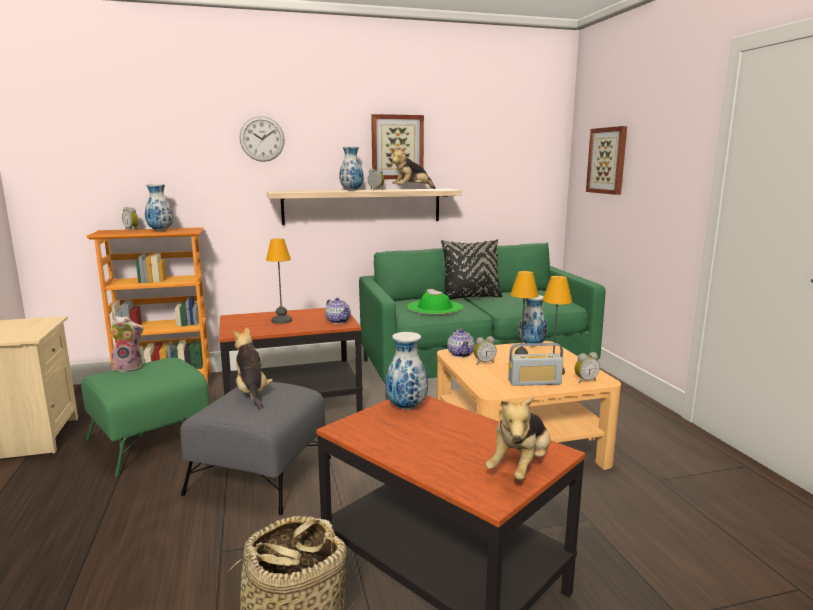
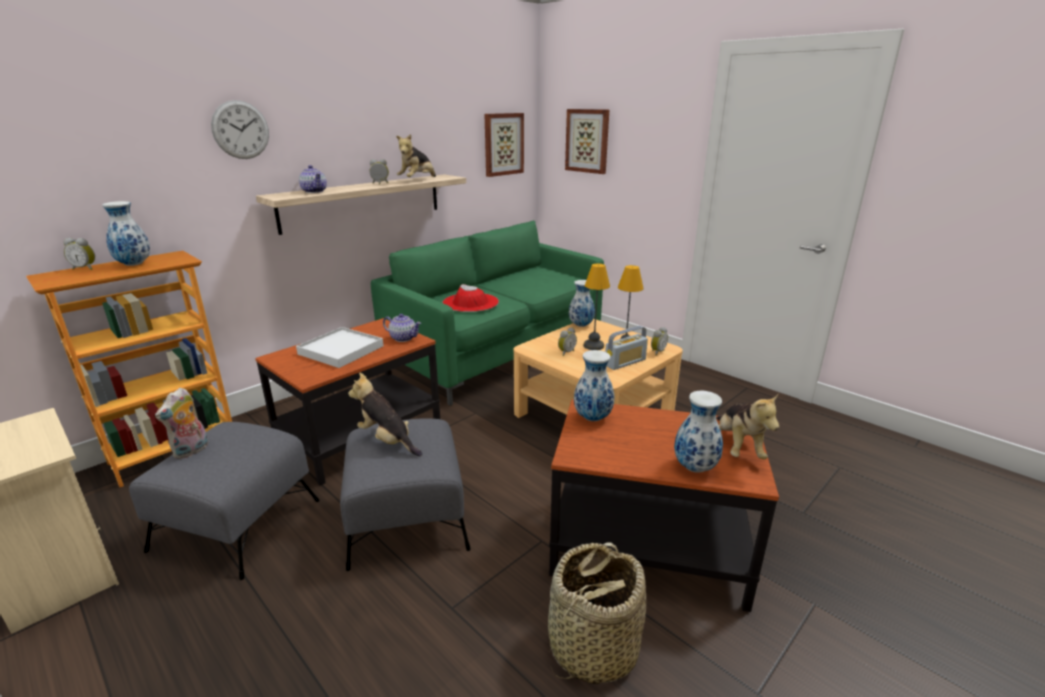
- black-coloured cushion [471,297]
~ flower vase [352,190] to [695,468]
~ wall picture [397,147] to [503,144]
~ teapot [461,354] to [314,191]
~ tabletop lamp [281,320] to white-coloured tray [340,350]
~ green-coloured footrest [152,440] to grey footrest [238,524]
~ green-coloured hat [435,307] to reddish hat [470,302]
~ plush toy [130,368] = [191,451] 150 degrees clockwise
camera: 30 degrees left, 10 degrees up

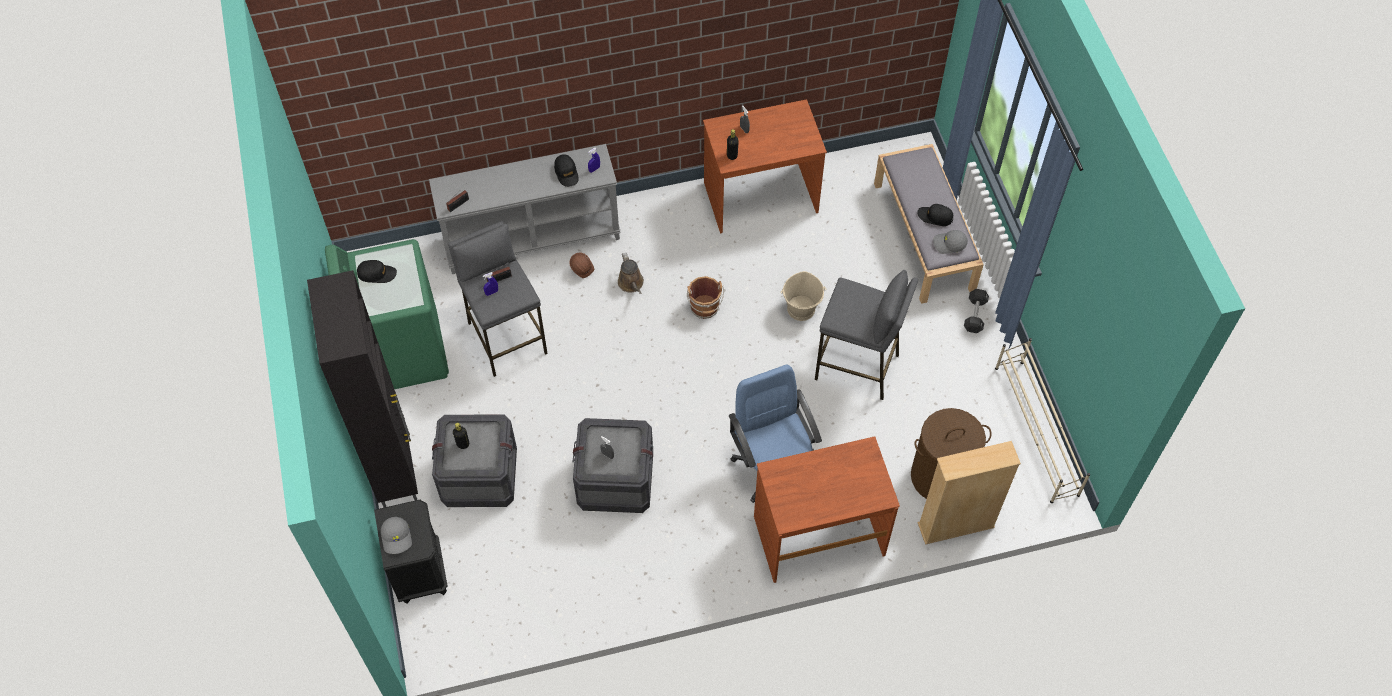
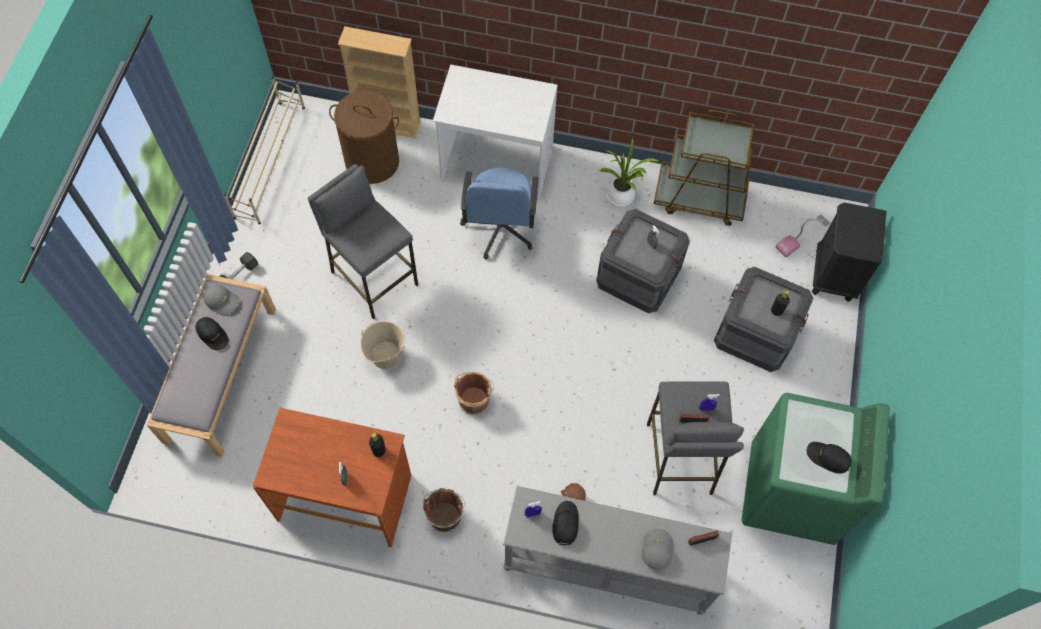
- black-coloured cupboard [395,468]
- brown sprinkling can [631,284]
+ brown pail [445,515]
+ plant in a pot [622,197]
+ brown trolley [700,198]
+ vacuum cleaner [802,236]
~ grey peaked cap [397,537] to [656,550]
~ brown desk unit [819,534] to white-coloured desk unit [496,163]
camera: 155 degrees left, 5 degrees up

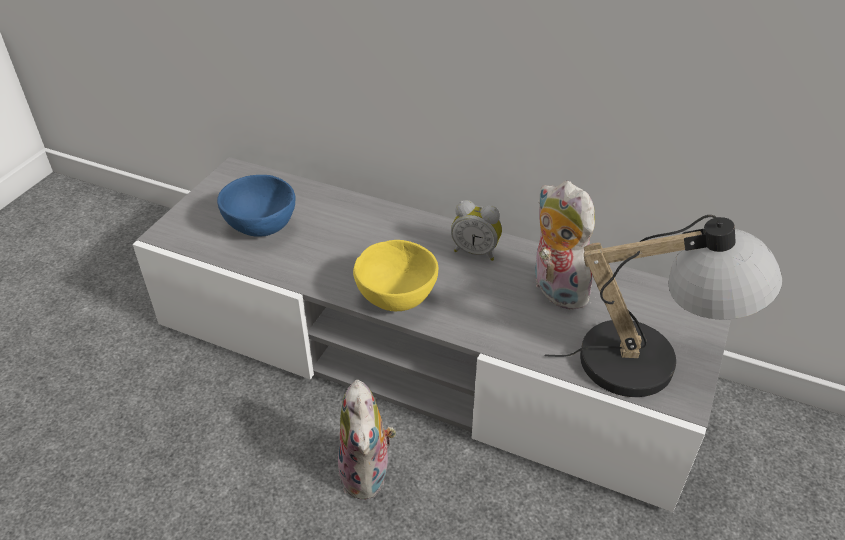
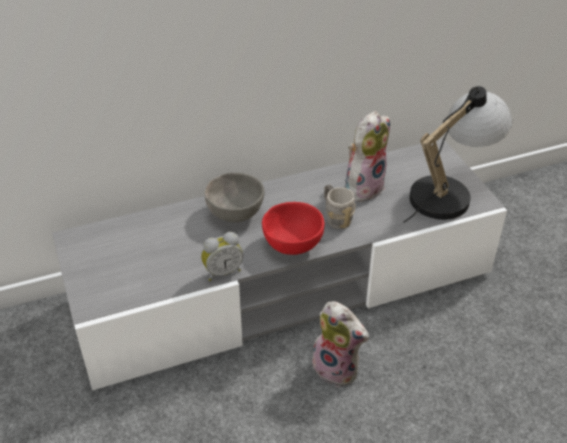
- blue bowl [261,227]
+ grey bowl [235,213]
+ grey mug [336,217]
~ bedside clock [476,251] to [222,271]
~ yellow-coloured bowl [396,297] to reddish bowl [292,244]
~ plush toy [555,289] = [363,186] 120 degrees clockwise
camera: 45 degrees left, 0 degrees up

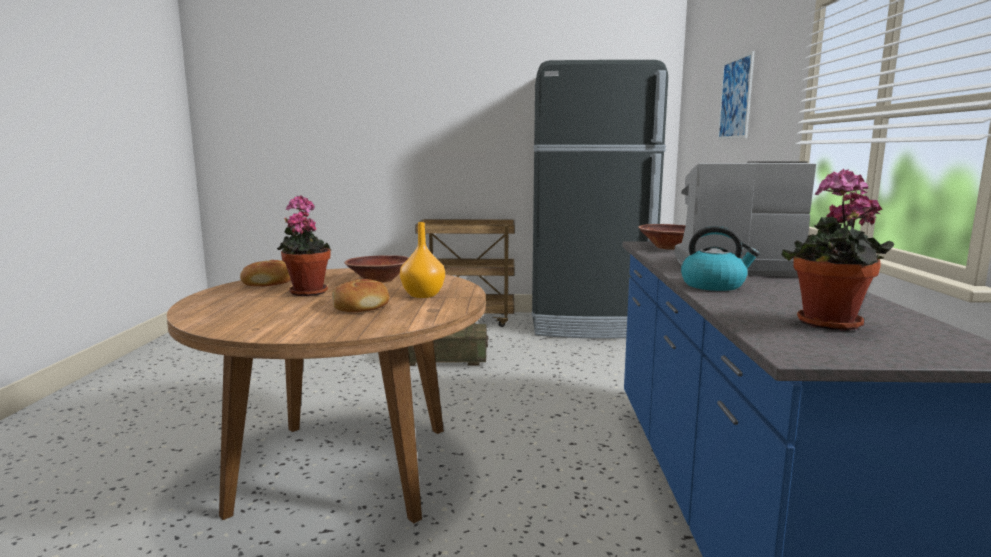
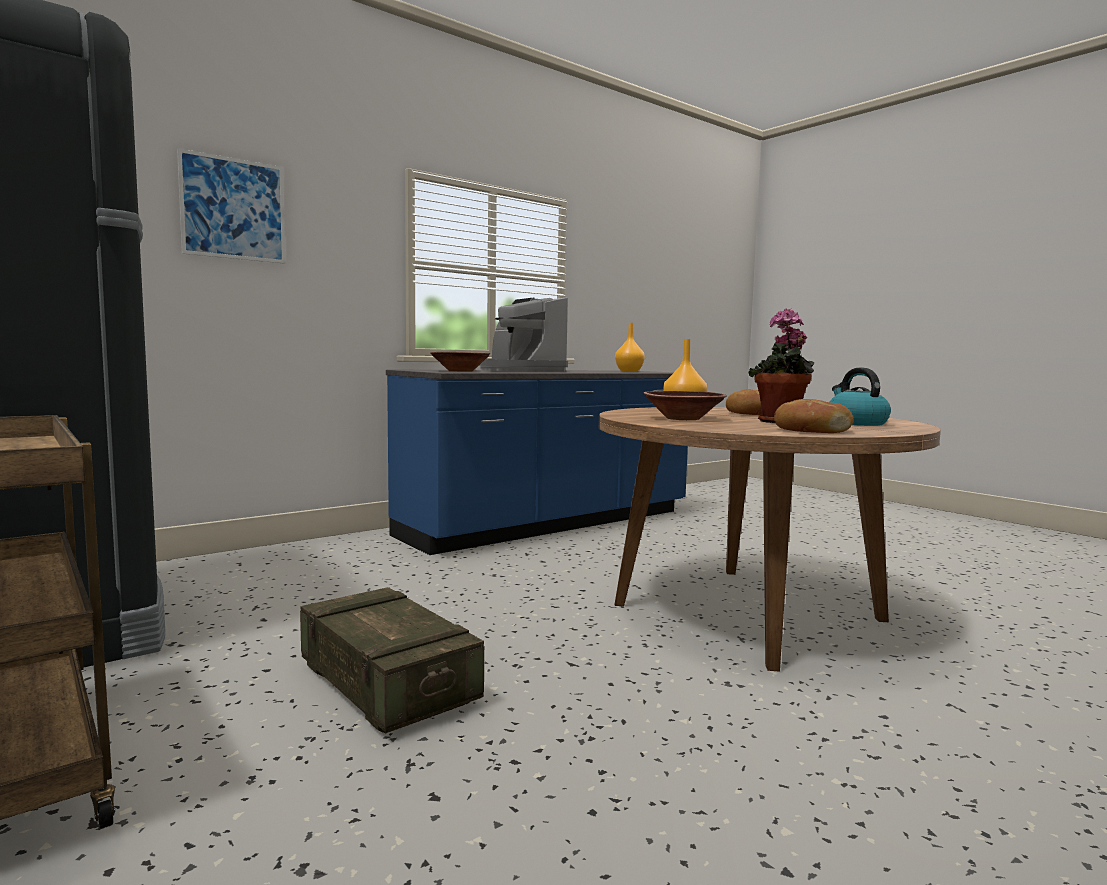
~ kettle [714,285] to [856,423]
~ plant in a pot [828,324] to orange flower vase [629,371]
camera: 130 degrees left, 5 degrees down

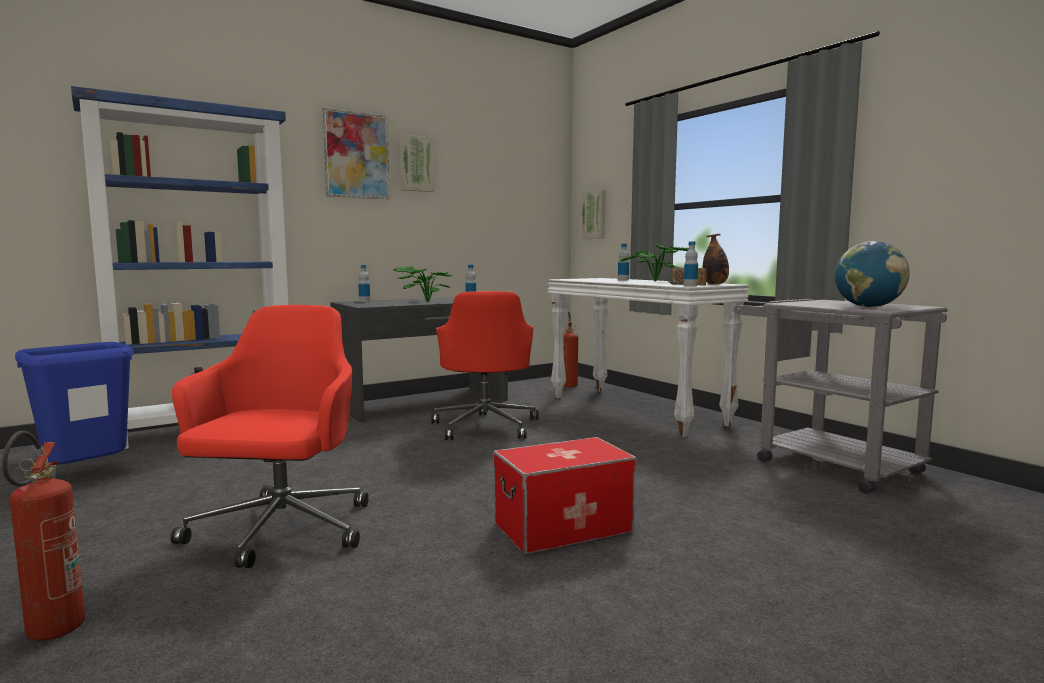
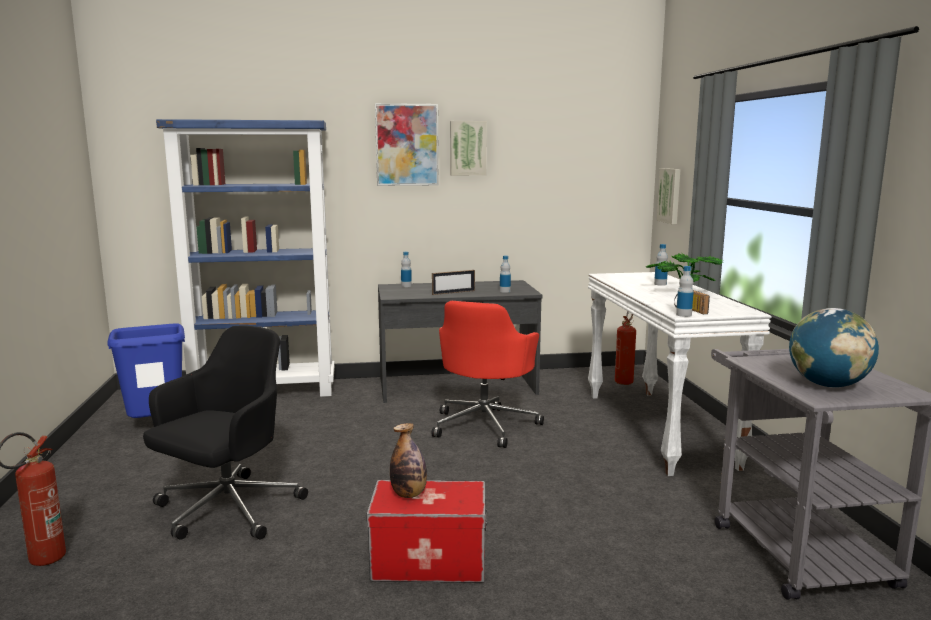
~ drink bottle [715,284] to [409,494]
~ plant in a pot [423,302] to photo frame [453,292]
~ reddish office chair [280,531] to black-coloured office chair [226,510]
camera: 25 degrees right, 5 degrees up

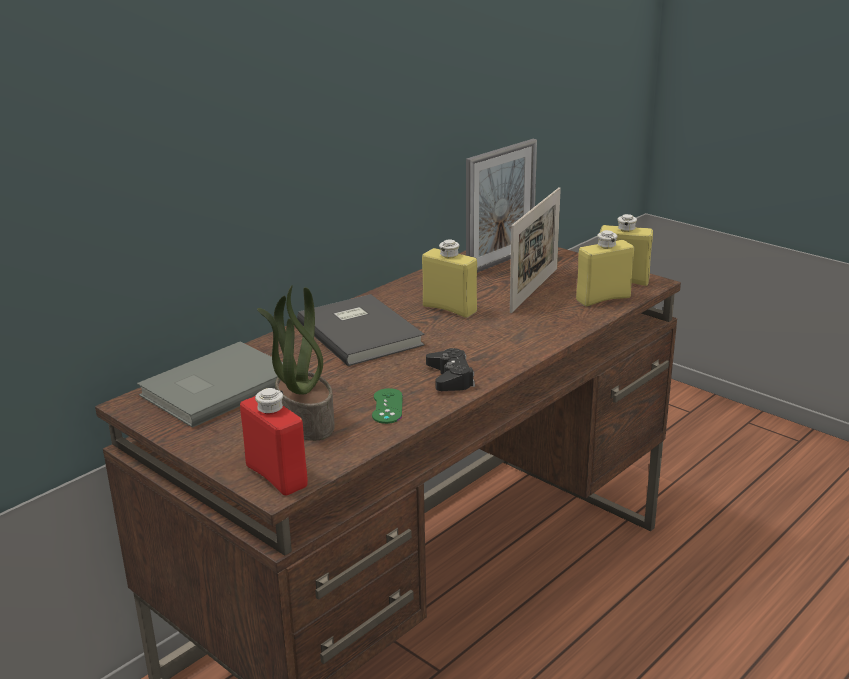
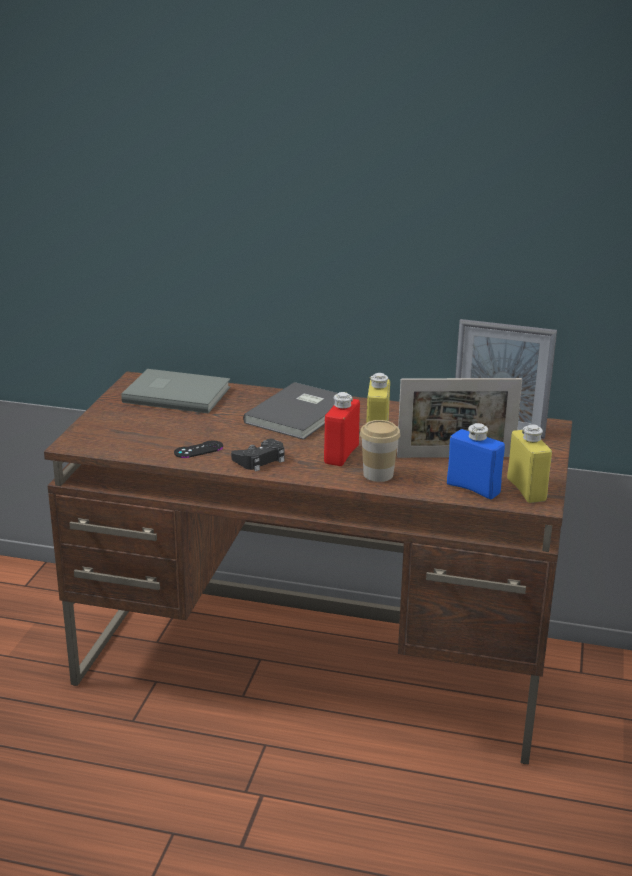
- plant in a pot [304,421]
+ drinking cup [378,474]
~ reddish drink bottle [276,476] to [341,454]
~ green-coloured gamepad [387,406] to black-coloured gamepad [198,450]
~ yellow-coloured drink bottle [603,299] to blue drink bottle [473,488]
camera: 60 degrees right, 0 degrees up

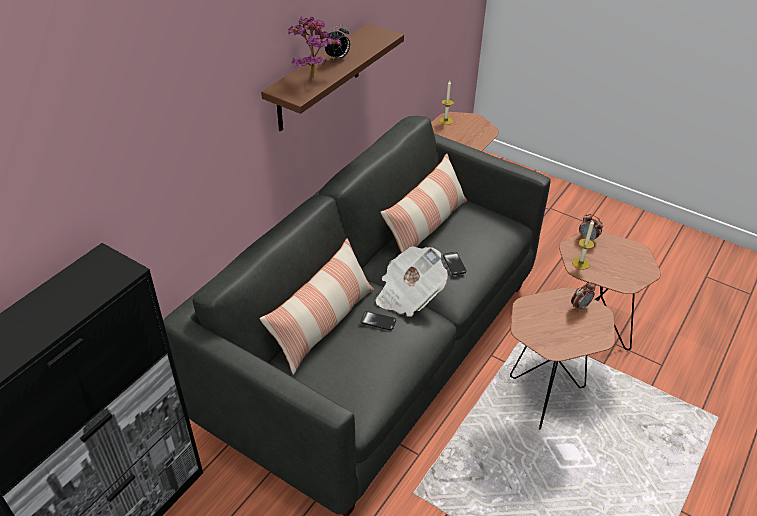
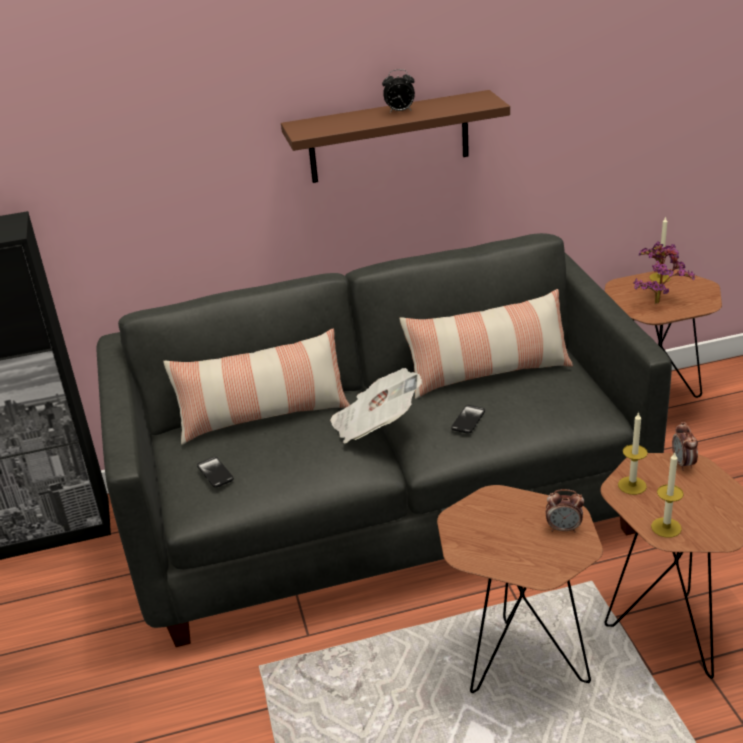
+ wax candle [666,527]
~ plant in a pot [312,74] to [658,301]
~ telephone [378,321] to [215,473]
camera: 45 degrees right, 10 degrees down

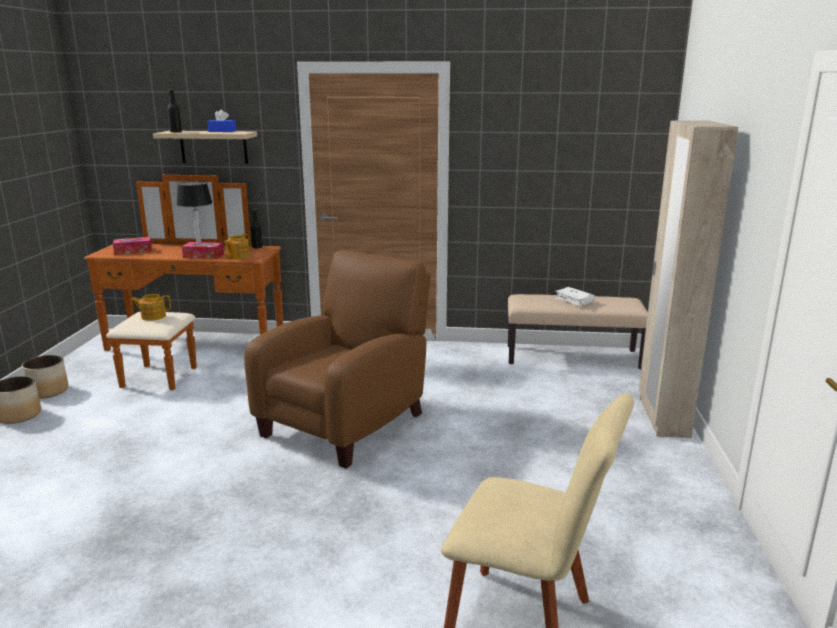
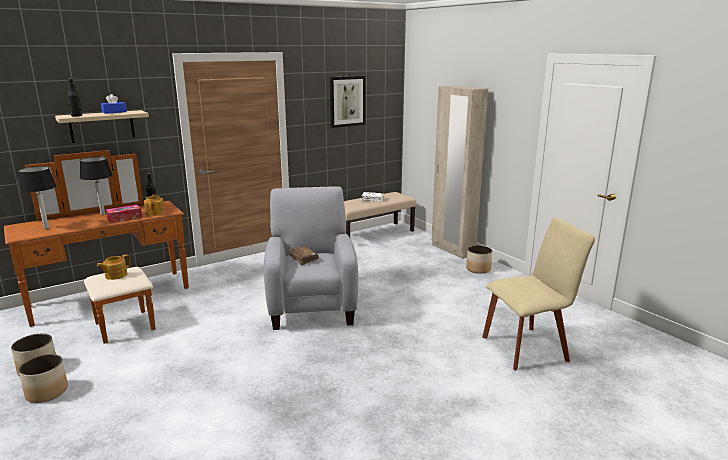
+ brown bound book [303,258]
+ wall picture [347,101]
+ plant pot [478,269]
~ tissue holder [133,251] to tabletop lamp [46,228]
~ brown armchair [347,422] to grey armchair [312,304]
camera: 40 degrees left, 0 degrees up

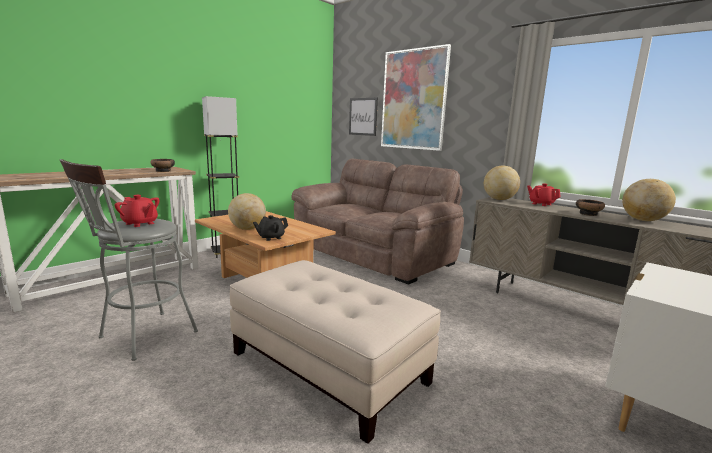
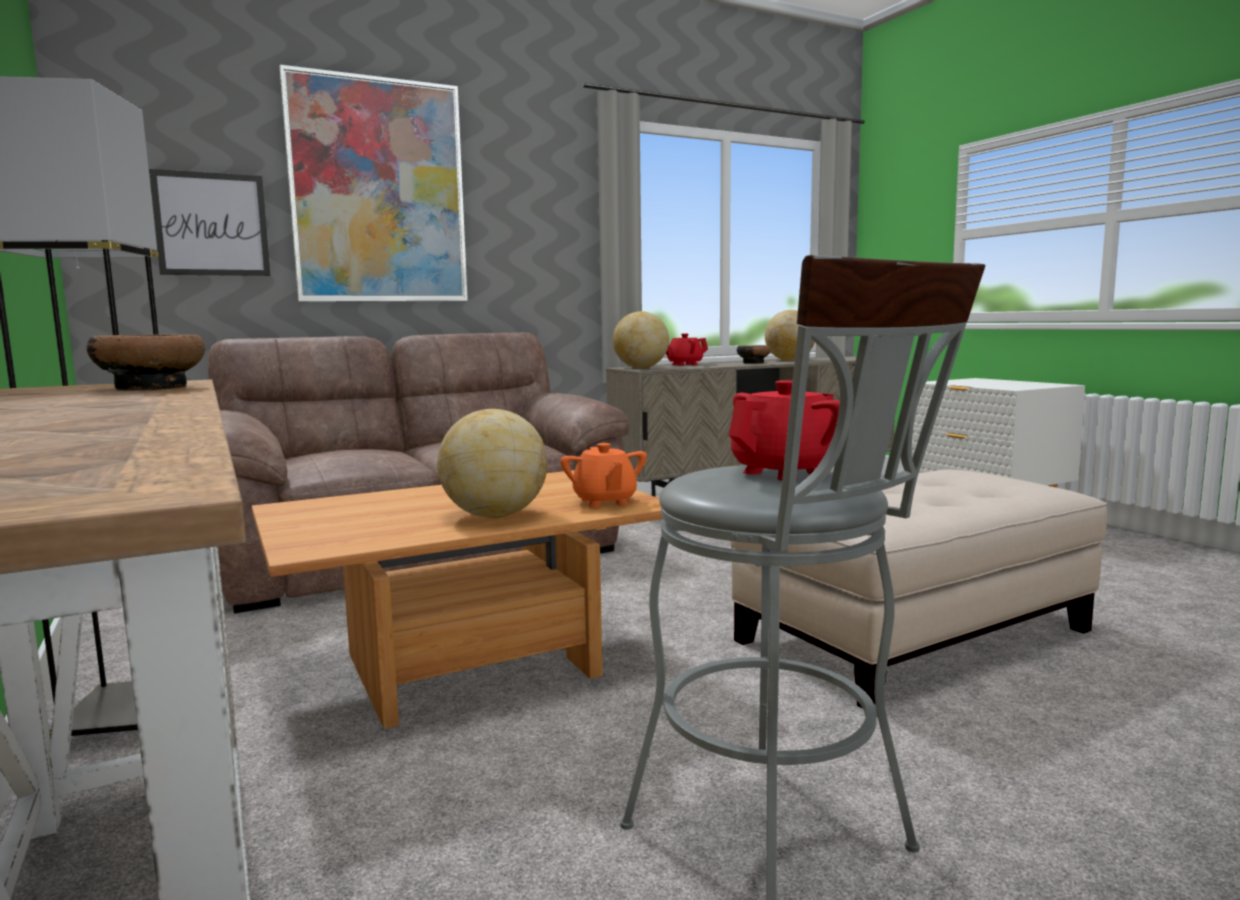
~ black-coloured teapot [271,237] to orange teapot [604,502]
camera: 70 degrees left, 5 degrees down

